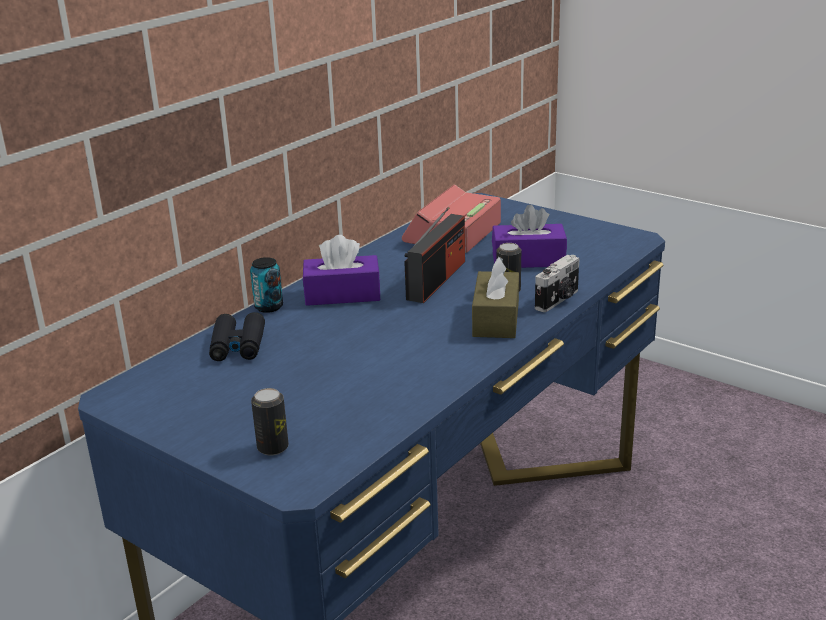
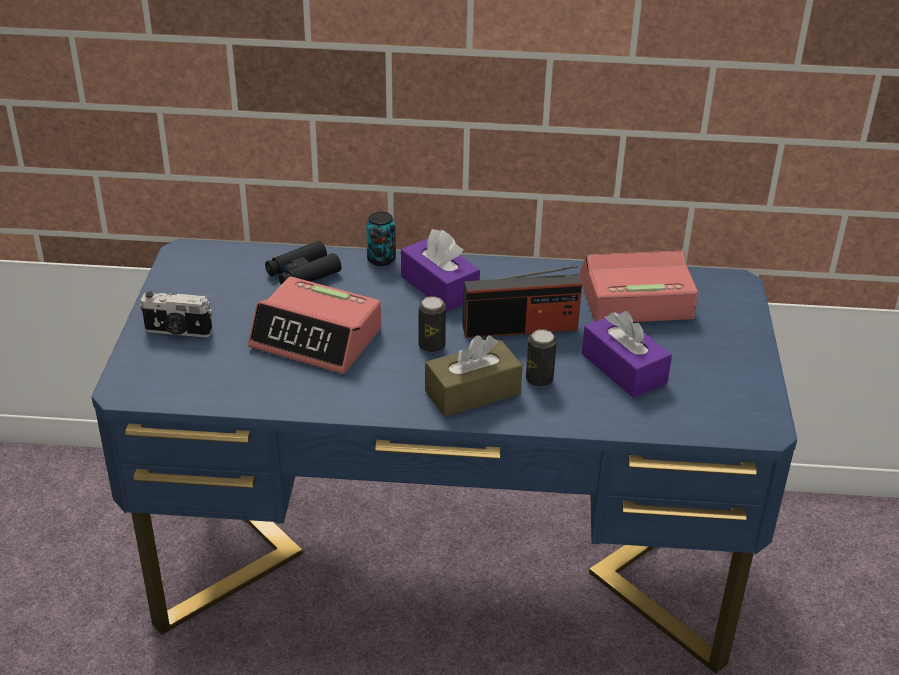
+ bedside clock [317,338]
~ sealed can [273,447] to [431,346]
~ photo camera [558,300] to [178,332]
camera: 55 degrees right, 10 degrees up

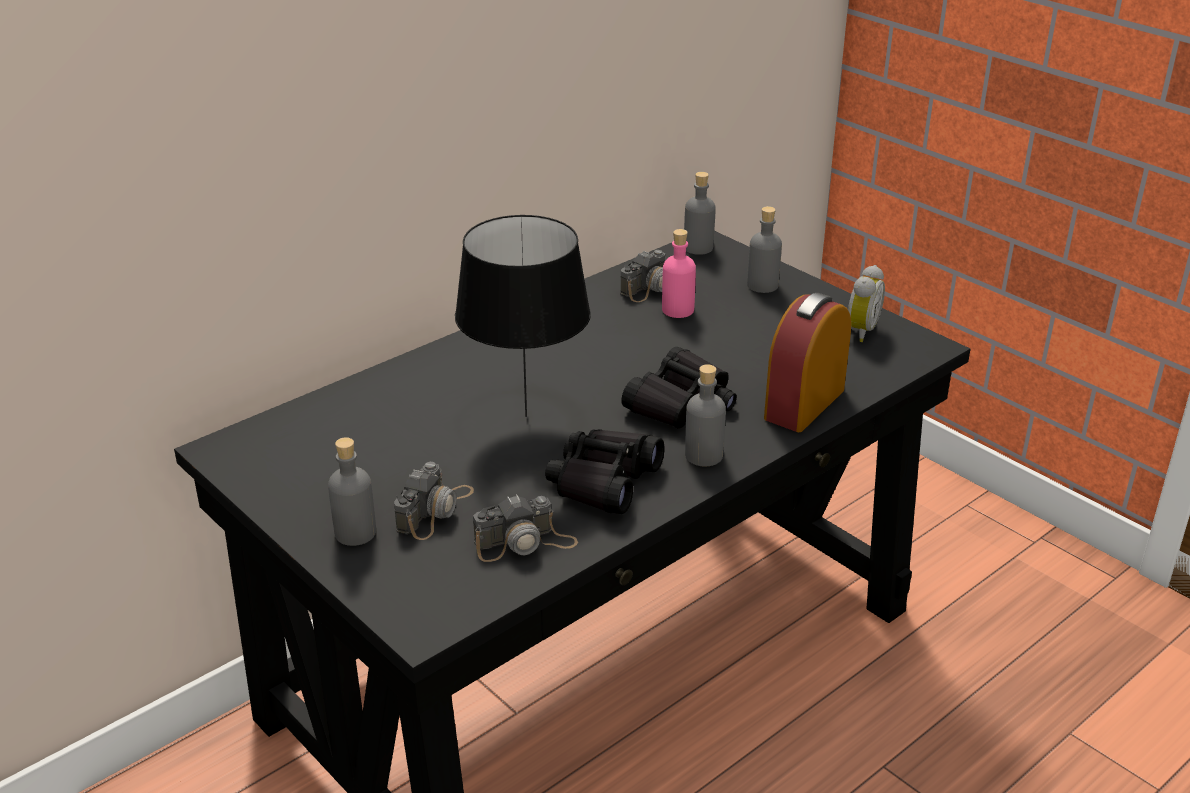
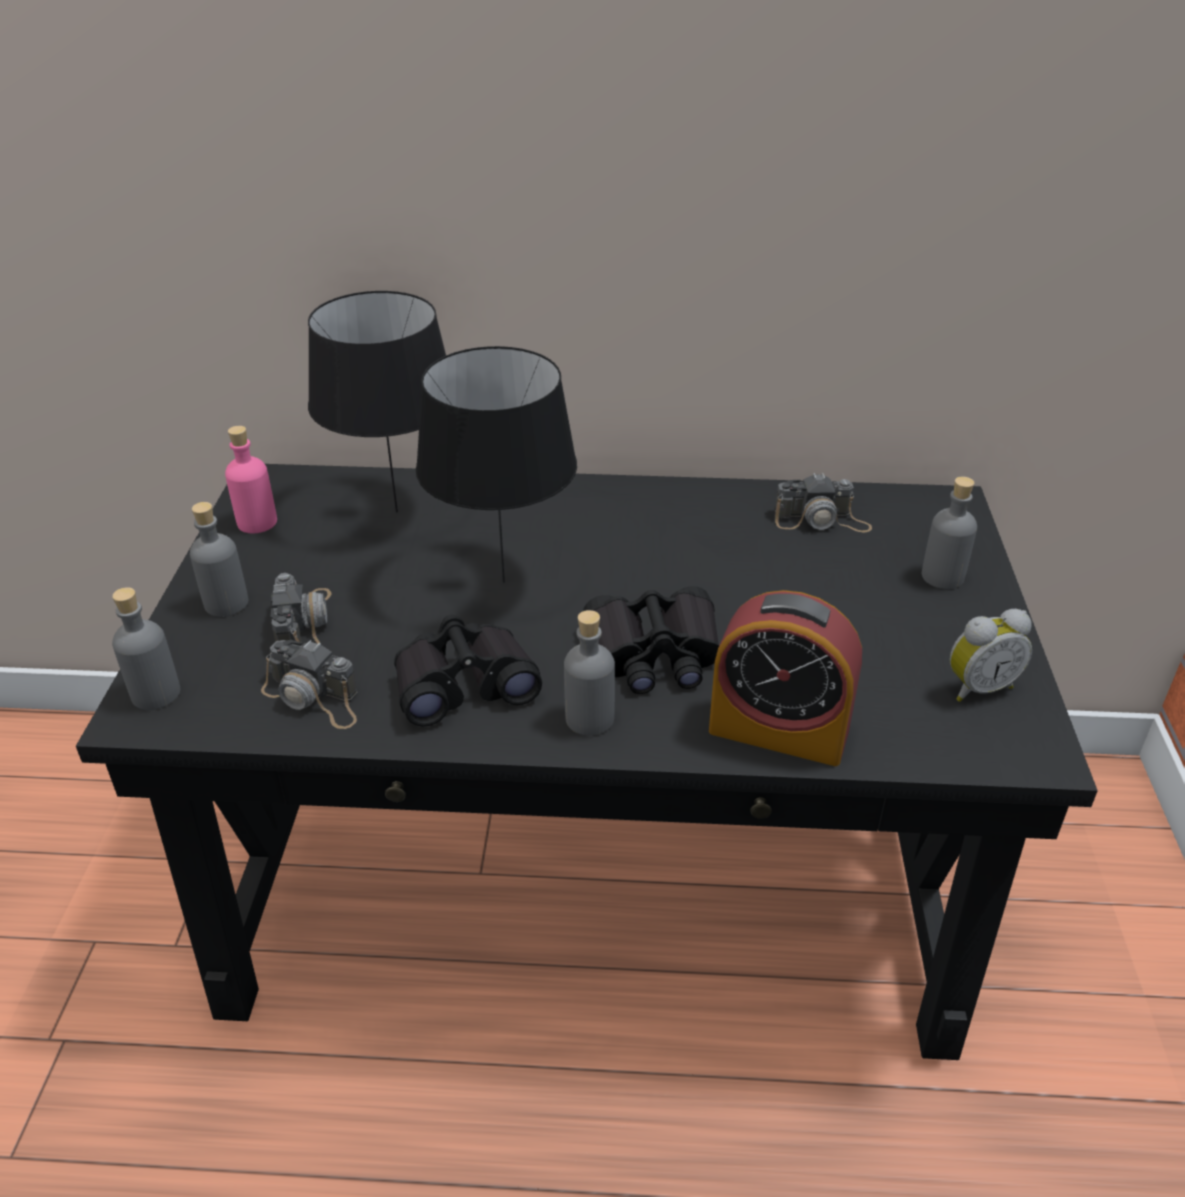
+ black-coloured tabletop lamp [395,512]
~ pink-coloured drink bottle [677,310] to [257,522]
~ grey drink bottle [698,248] to [156,694]
~ photo camera [435,510] = [304,621] 75 degrees counterclockwise
~ bedside clock [804,404] = [778,731] 150 degrees counterclockwise
camera: 45 degrees right, 5 degrees up

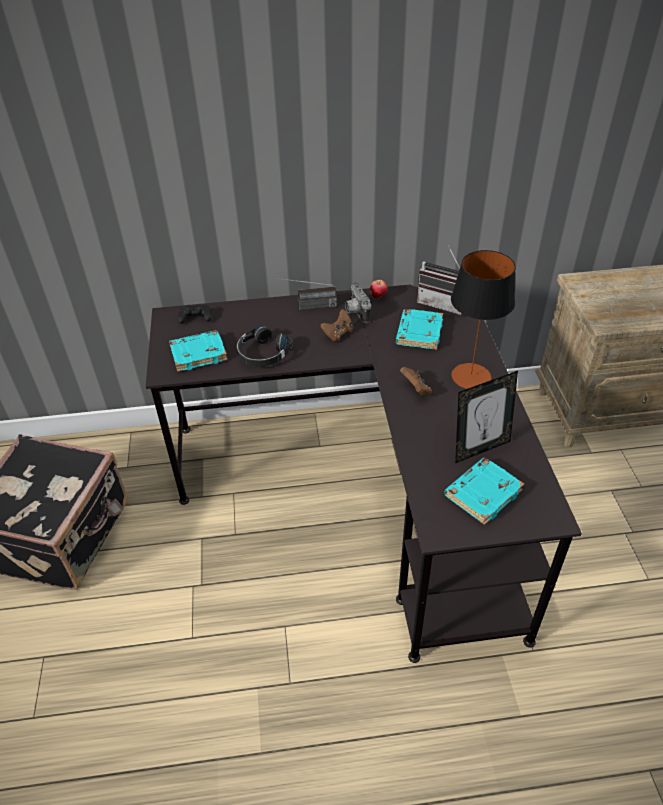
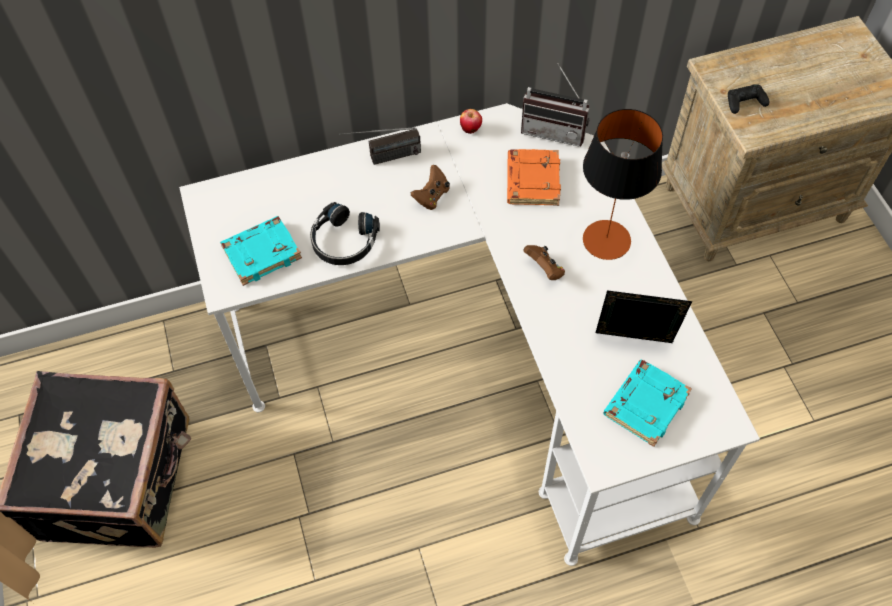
- photo camera [355,312]
~ black-coloured gamepad [195,317] to [745,102]
~ black-coloured desk unit [363,490] to white-coloured desk unit [475,358]
~ blue-green bound book [418,332] to orange bound book [531,180]
~ photo frame [480,448] = [633,343] 135 degrees counterclockwise
camera: 10 degrees left, 15 degrees up

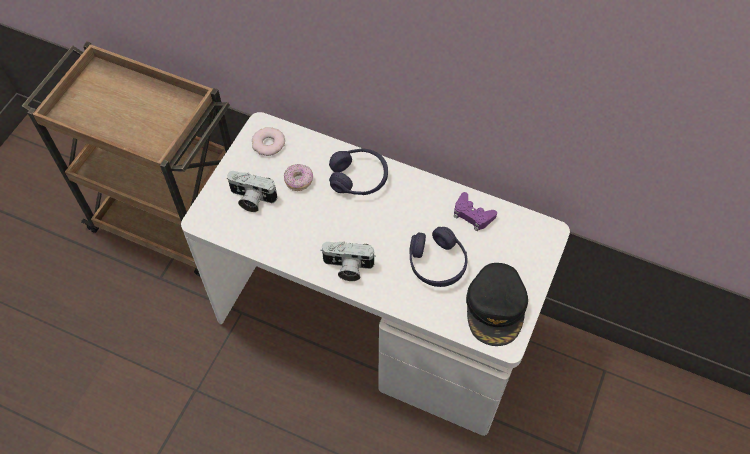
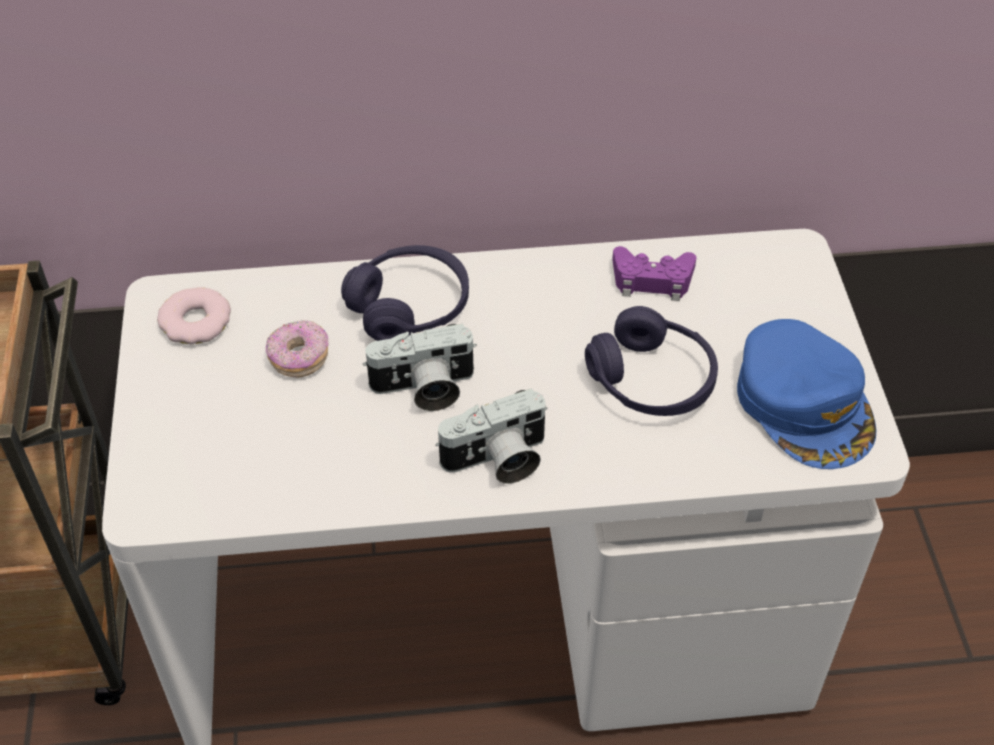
~ photo camera [251,199] to [424,389]
~ black-coloured peaked cap [496,307] to blue peaked cap [805,403]
camera: 30 degrees left, 10 degrees down

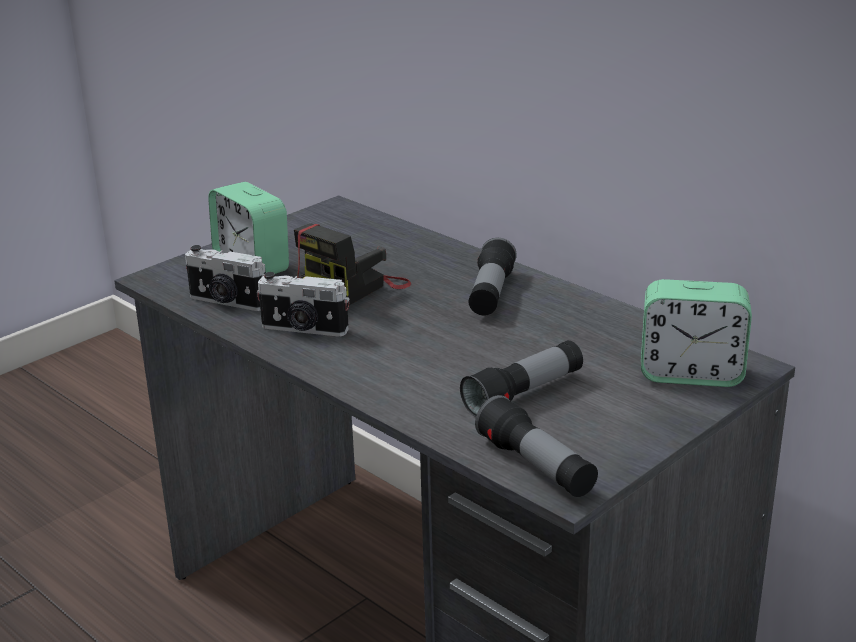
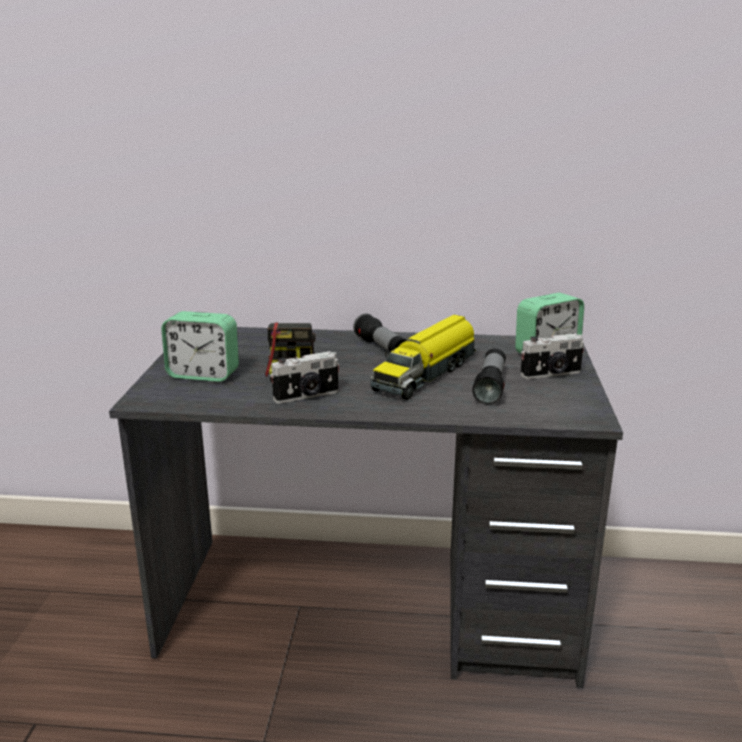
- flashlight [536,466]
+ toy truck [426,373]
~ photo camera [227,302] to [551,374]
camera: 40 degrees left, 5 degrees down

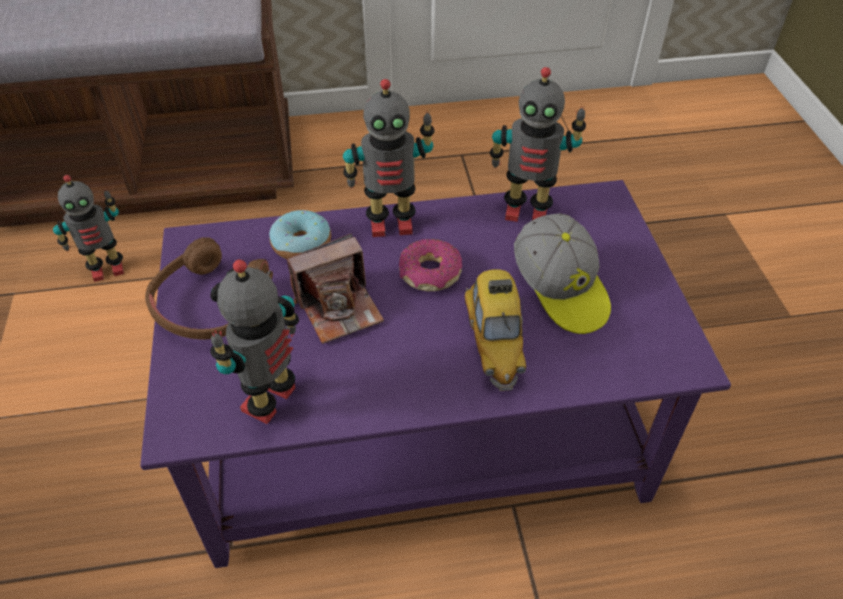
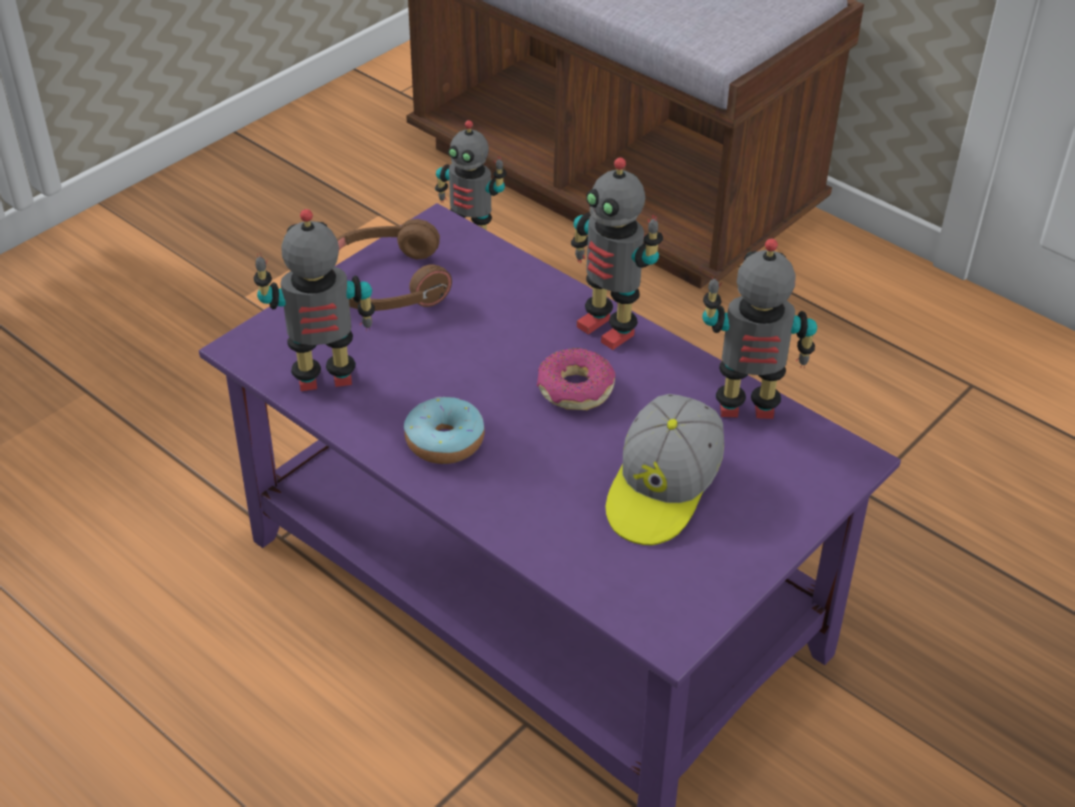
- photo camera [339,307]
- miniature car [494,343]
~ doughnut [301,244] to [444,441]
~ model robot [526,211] = [746,410] 120 degrees clockwise
camera: 50 degrees right, 5 degrees down

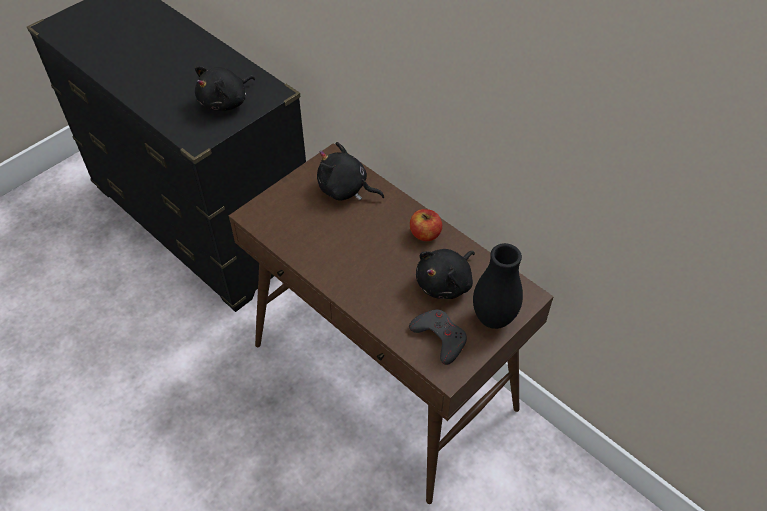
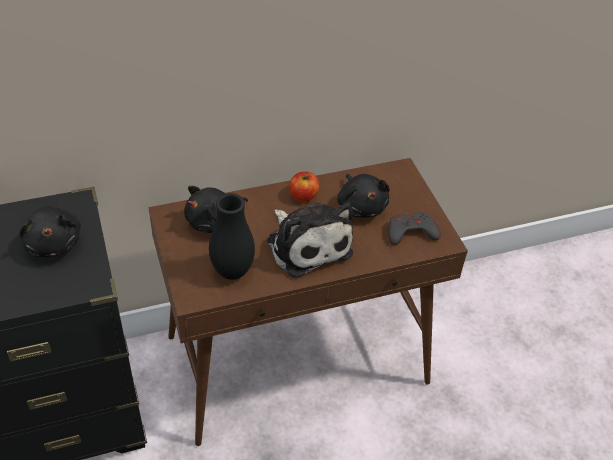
+ plush toy [307,244]
~ black-coloured flower vase [493,318] to [232,271]
camera: 65 degrees left, 5 degrees down

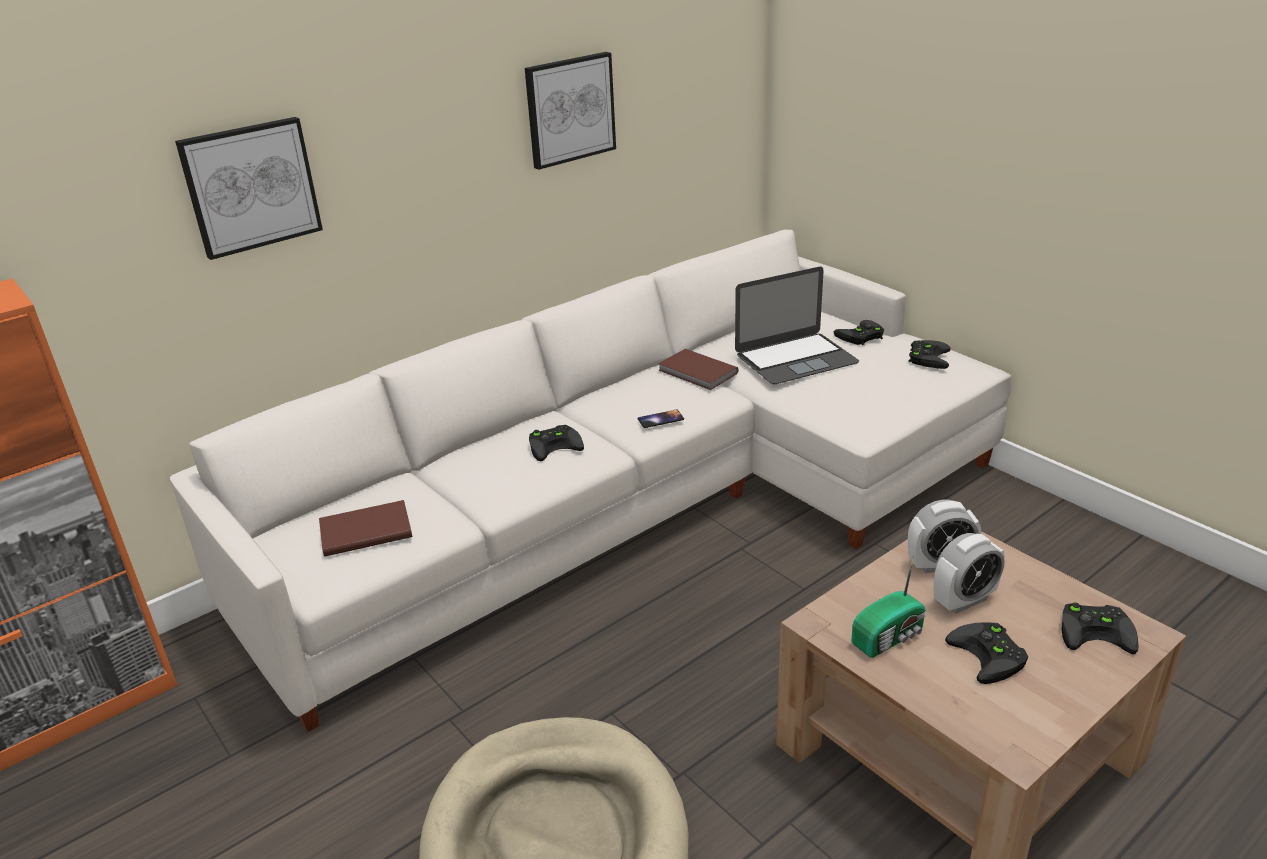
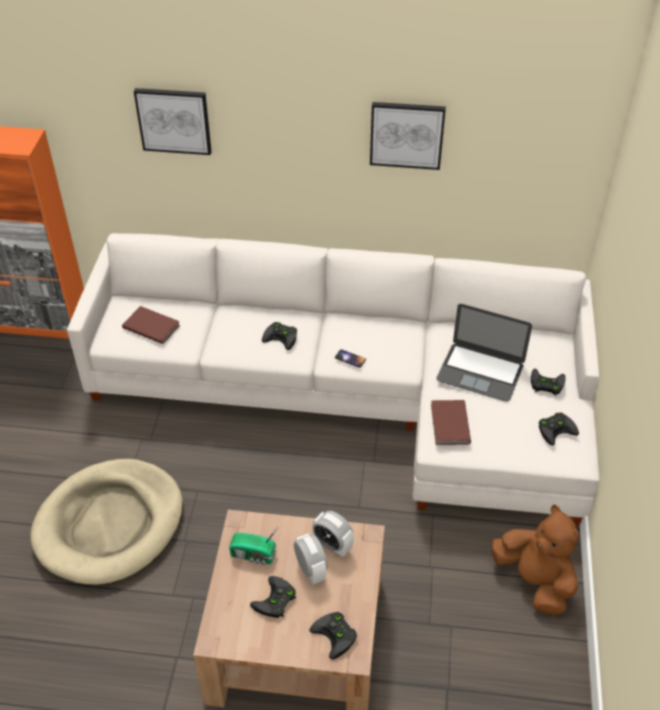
+ brown plush toy [534,581]
~ brown bound book [697,373] to [448,424]
~ bedside clock [964,601] = [310,570] 135 degrees counterclockwise
camera: 45 degrees right, 15 degrees up

